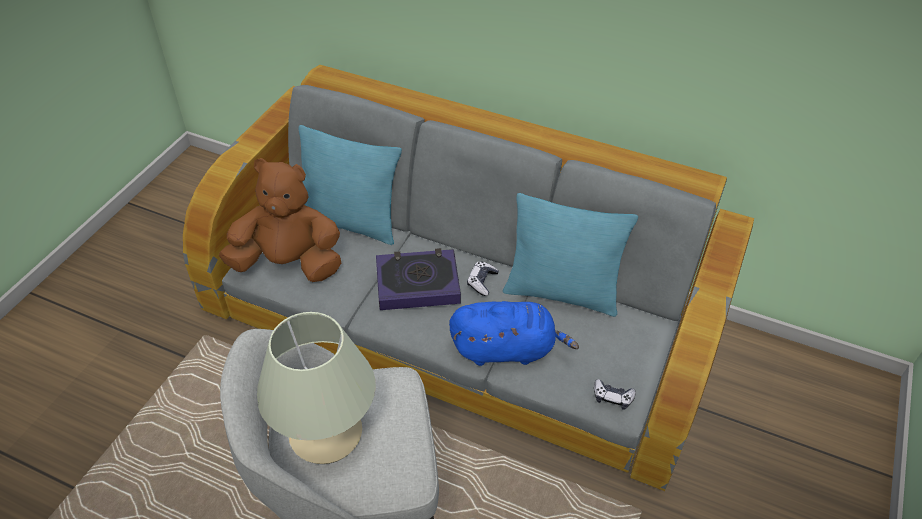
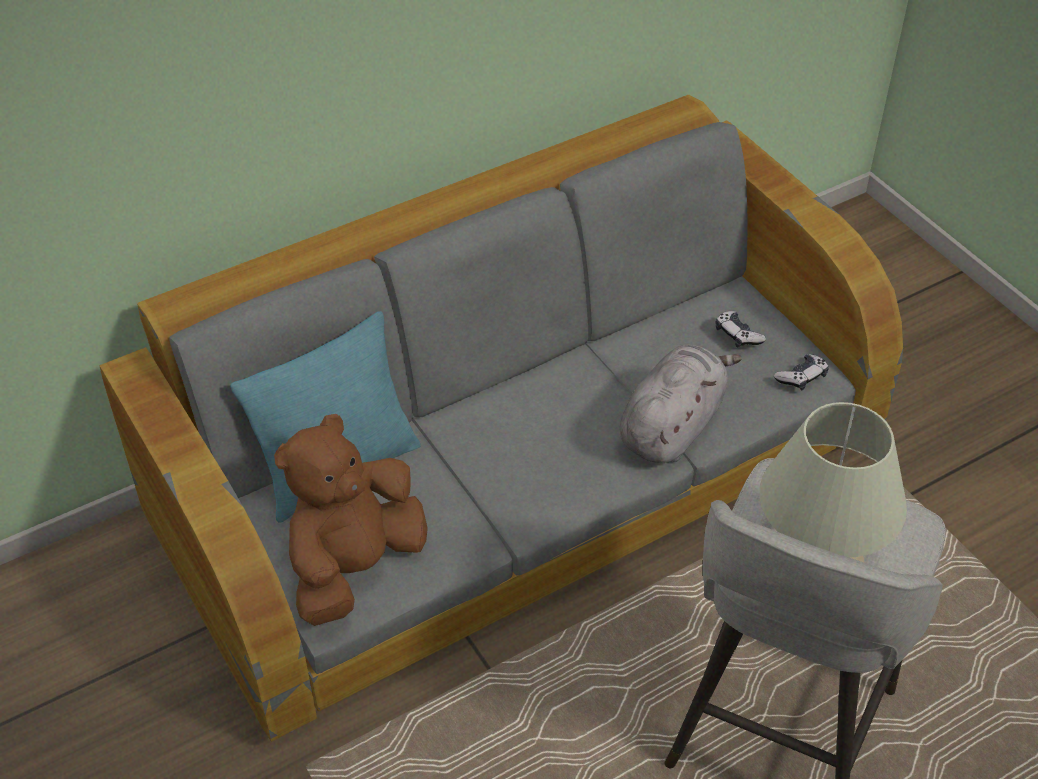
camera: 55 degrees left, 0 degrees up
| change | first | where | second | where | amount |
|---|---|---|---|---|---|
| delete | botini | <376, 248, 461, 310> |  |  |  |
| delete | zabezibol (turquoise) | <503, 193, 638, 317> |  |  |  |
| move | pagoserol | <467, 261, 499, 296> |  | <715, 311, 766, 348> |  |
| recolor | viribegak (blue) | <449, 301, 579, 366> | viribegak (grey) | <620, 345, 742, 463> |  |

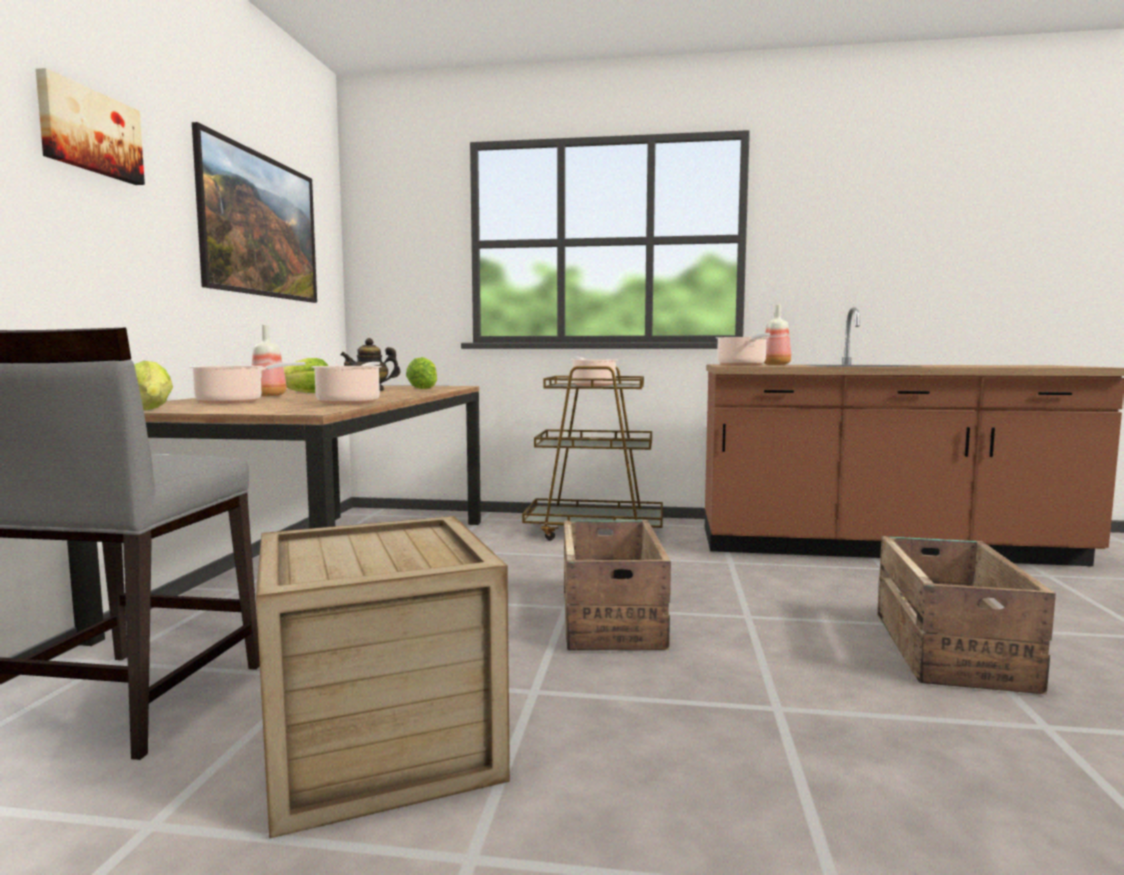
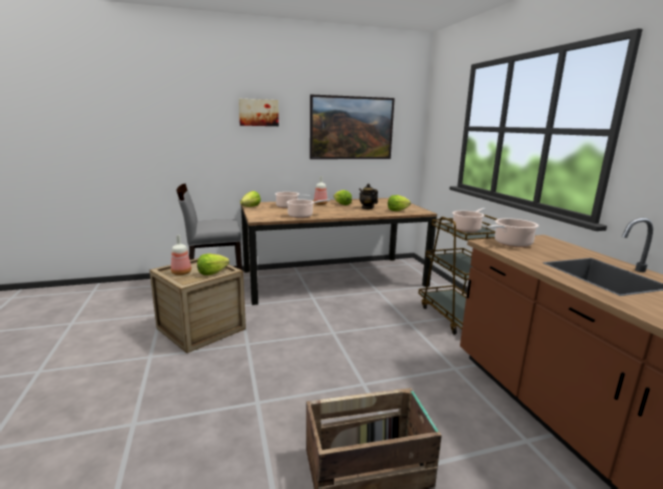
camera: 65 degrees right, 10 degrees up
| change | first | where | second | where | amount |
|---|---|---|---|---|---|
| delete | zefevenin | <564, 520, 671, 651> |  |  |  |
| insert |  |  | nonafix | <197, 254, 229, 275> |  |
| move | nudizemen | <764, 305, 791, 365> |  | <171, 235, 192, 275> |  |

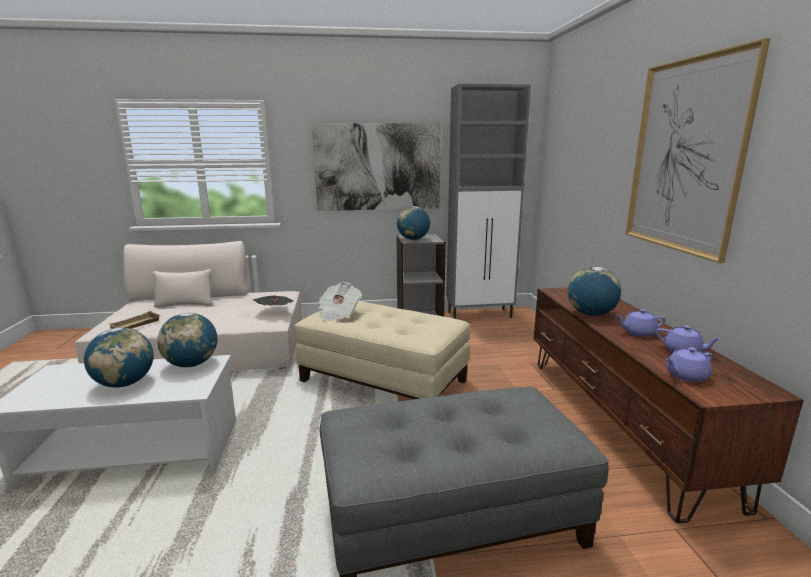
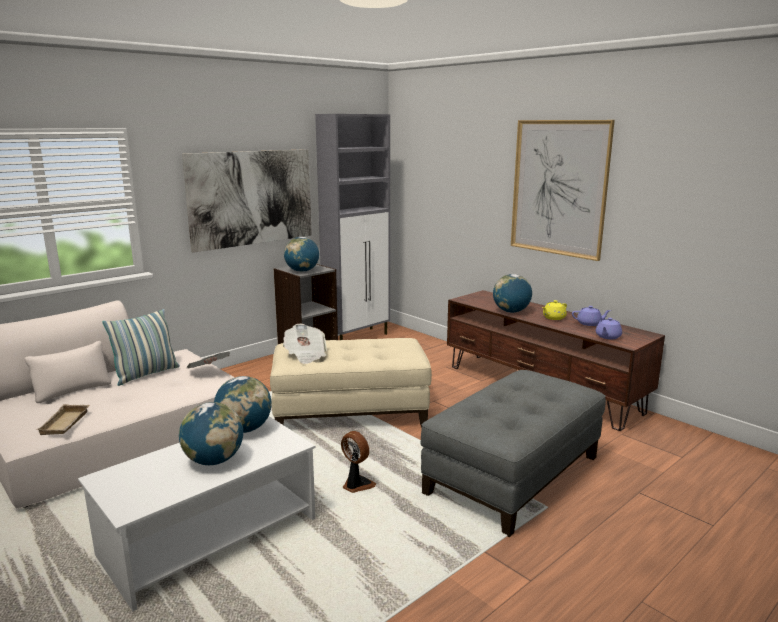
camera: 35 degrees left, 0 degrees up
| change | first | where | second | where | amount |
|---|---|---|---|---|---|
| insert |  |  | zabezibol | <102, 309, 180, 386> |  |
| insert |  |  | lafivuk | <341, 431, 376, 493> |  |
| recolor | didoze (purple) | <616, 309, 665, 337> | didoze (yellow) | <542, 300, 567, 320> |  |

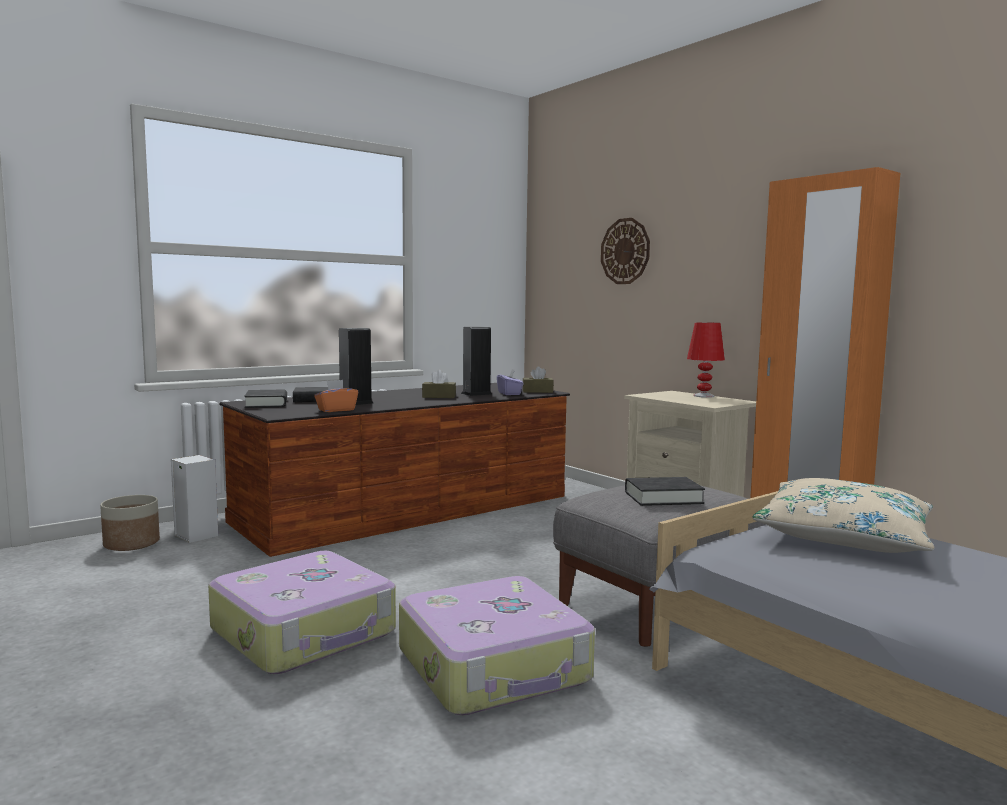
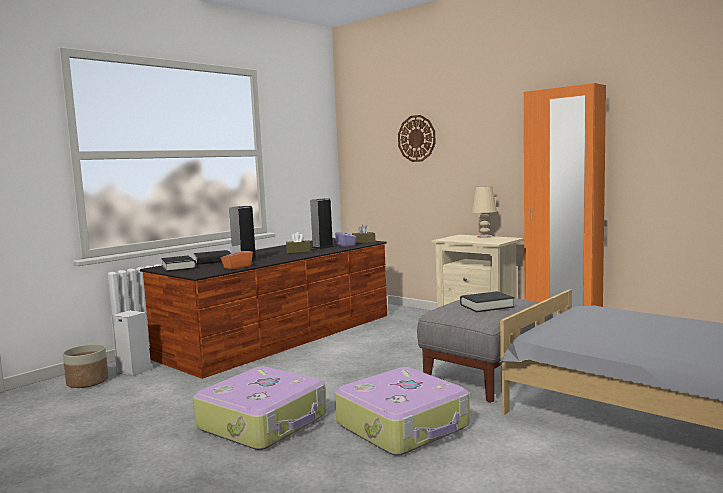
camera: 10 degrees left, 0 degrees up
| change | first | where | second | where | amount |
|---|---|---|---|---|---|
| delete | zabezibol (beige) | <753, 478, 934, 553> |  |  |  |
| recolor | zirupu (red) | <687, 322, 725, 398> | zirupu (beige) | <471, 186, 497, 238> |  |

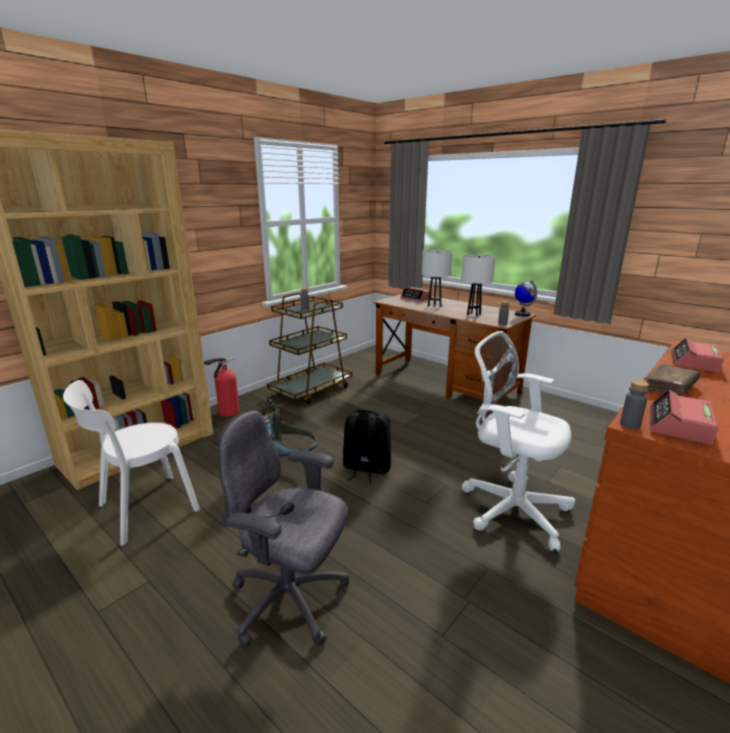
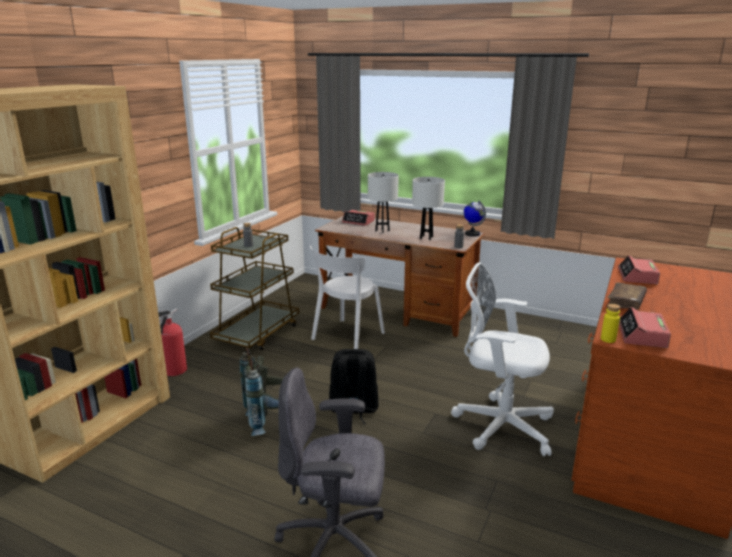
camera: 15 degrees left, 0 degrees up
| change | first | where | second | where | amount |
|---|---|---|---|---|---|
| move | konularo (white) | <63, 380, 200, 546> |  | <310, 246, 385, 349> |  |
| recolor | nudizemen (grey) | <620, 380, 649, 430> | nudizemen (yellow) | <601, 304, 620, 343> |  |

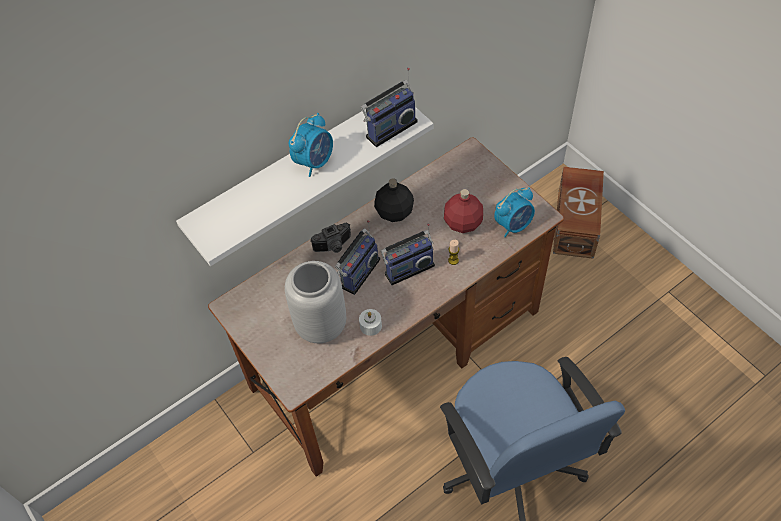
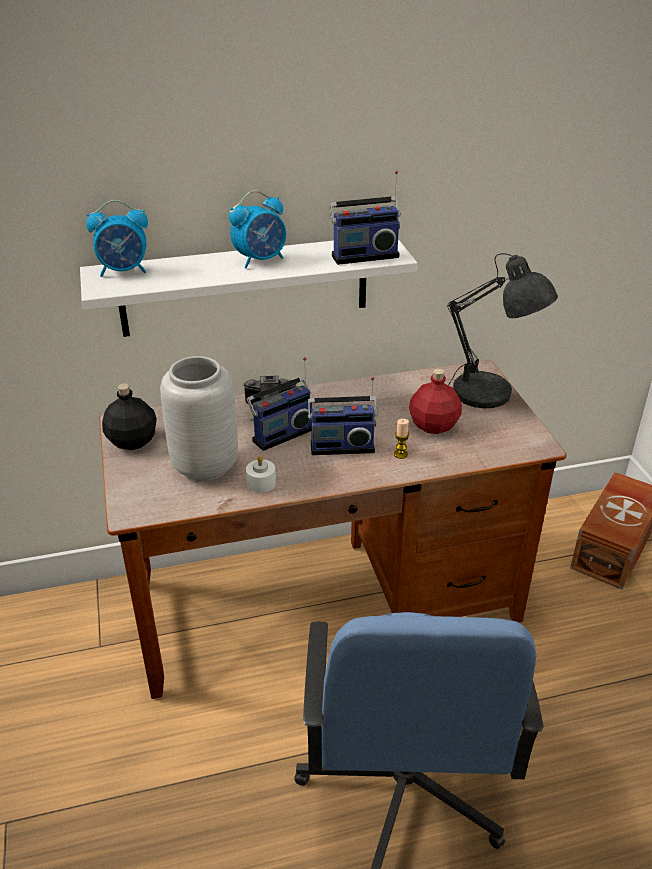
camera: 20 degrees right, 20 degrees down
| change | first | where | second | where | amount |
|---|---|---|---|---|---|
| insert |  |  | zirupu (grey) | <447, 253, 558, 408> |  |
| move | nudizemen (black) | <374, 178, 414, 222> |  | <102, 383, 157, 450> |  |
| move | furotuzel | <494, 187, 535, 237> |  | <86, 200, 148, 277> |  |

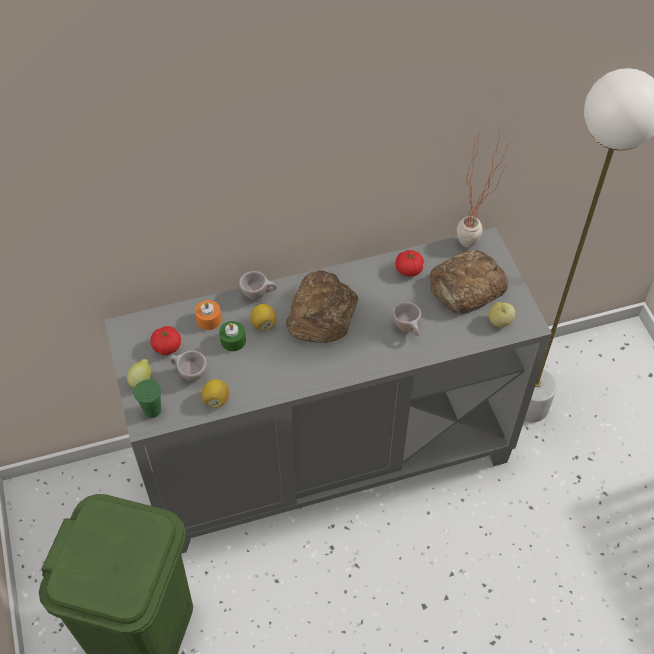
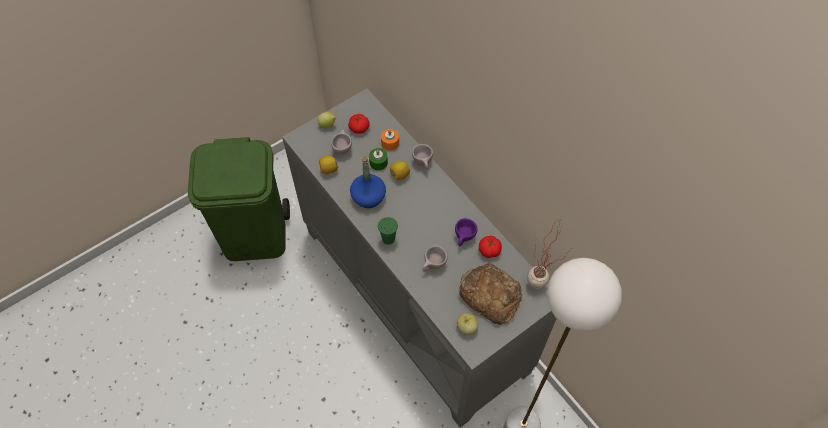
camera: 70 degrees right, 5 degrees up
| change | first | where | second | where | amount |
|---|---|---|---|---|---|
| delete | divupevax | <286, 270, 358, 343> |  |  |  |
| insert |  |  | nudizemen (blue) | <350, 156, 386, 208> |  |
| insert |  |  | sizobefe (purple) | <455, 218, 478, 246> |  |
| move | sizobefe (green) | <134, 380, 161, 418> |  | <378, 217, 398, 245> |  |

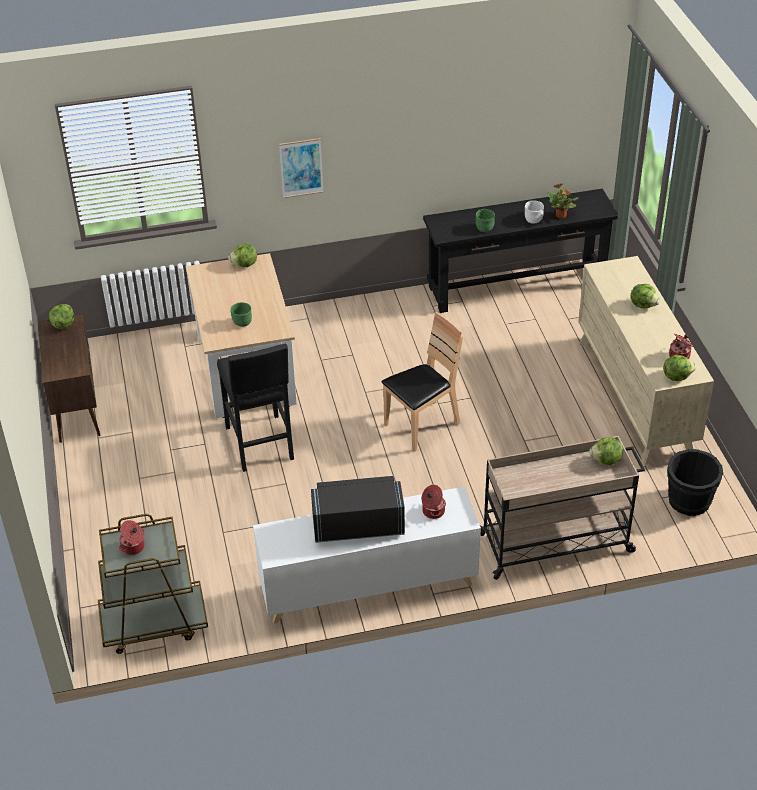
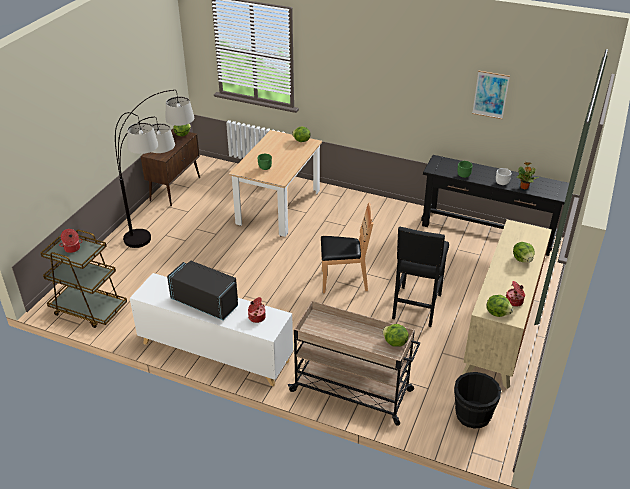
camera: 35 degrees right, 5 degrees down
| change | first | where | second | where | amount |
|---|---|---|---|---|---|
| insert |  |  | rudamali | <115, 90, 194, 248> |  |
| move | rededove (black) | <217, 343, 294, 472> |  | <392, 226, 449, 327> |  |
| move | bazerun | <279, 138, 324, 198> |  | <472, 71, 510, 119> |  |

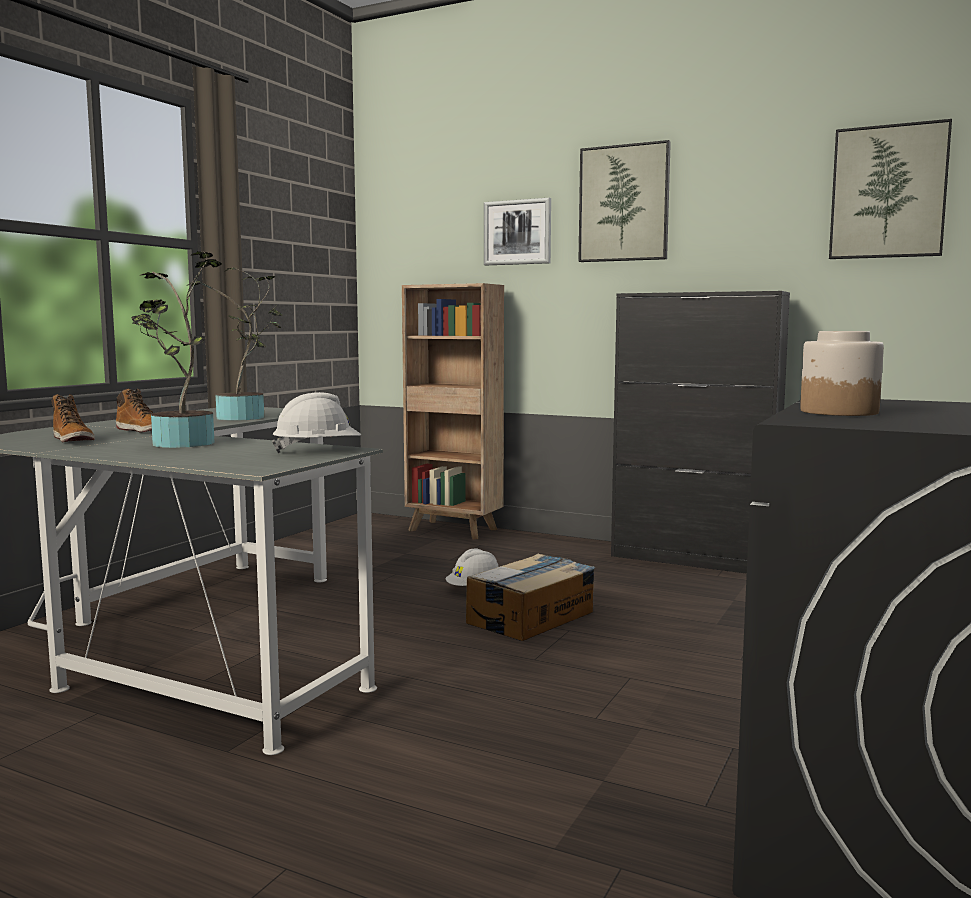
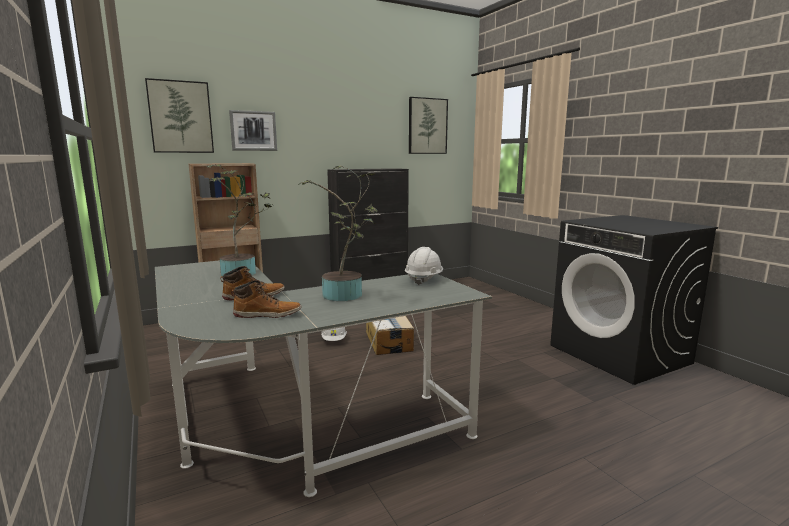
camera: 55 degrees left, 5 degrees up
| change | first | where | second | where | amount |
|---|---|---|---|---|---|
| delete | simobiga | <800, 331, 884, 416> |  |  |  |
| move | bazerun | <578, 140, 671, 262> |  | <145, 78, 214, 153> |  |

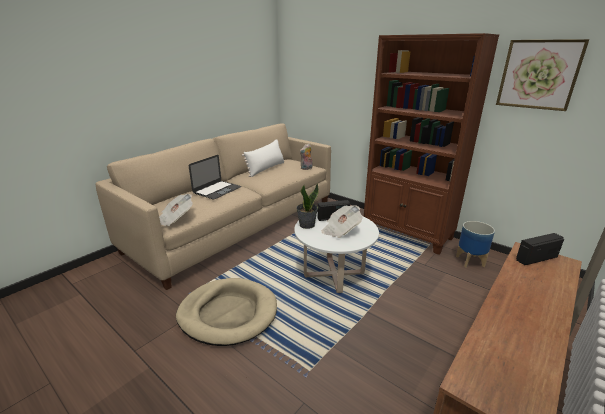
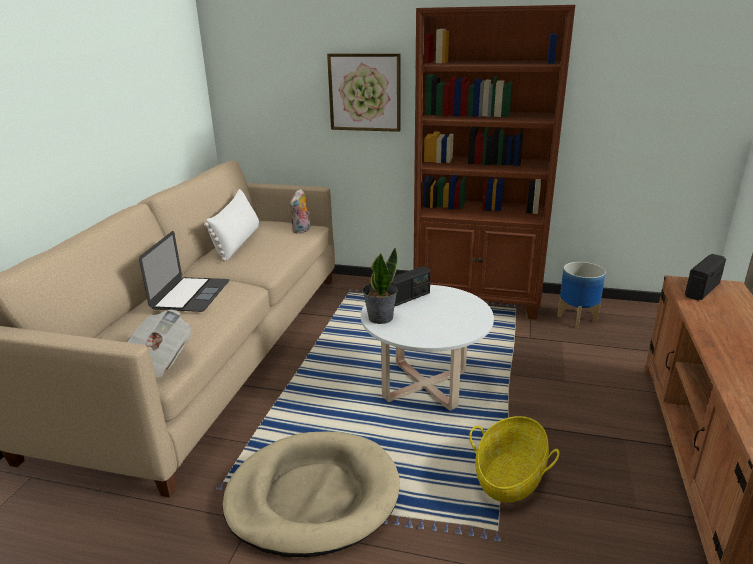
camera: 25 degrees left, 0 degrees up
| change | first | where | second | where | amount |
|---|---|---|---|---|---|
| delete | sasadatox | <322, 205, 363, 238> |  |  |  |
| insert |  |  | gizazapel | <469, 416, 560, 503> |  |
| move | bazerun | <496, 39, 589, 111> |  | <327, 53, 401, 132> |  |

